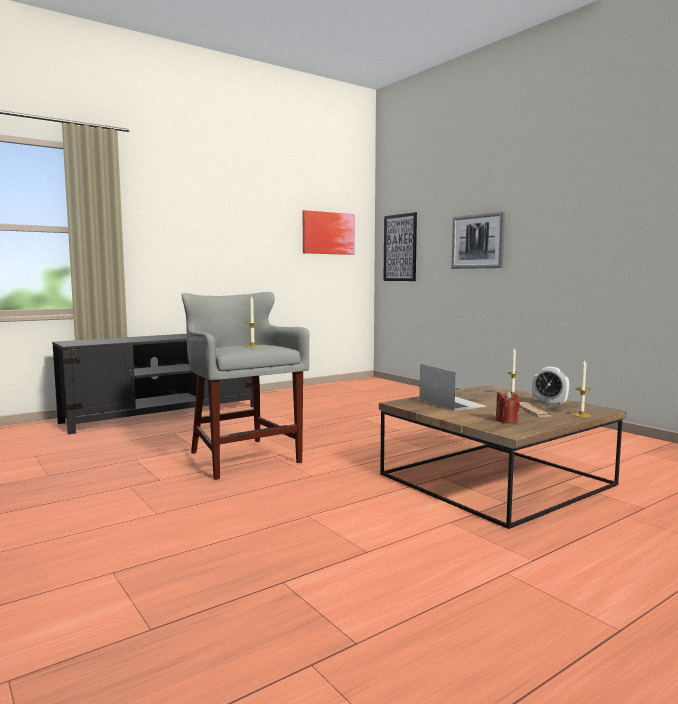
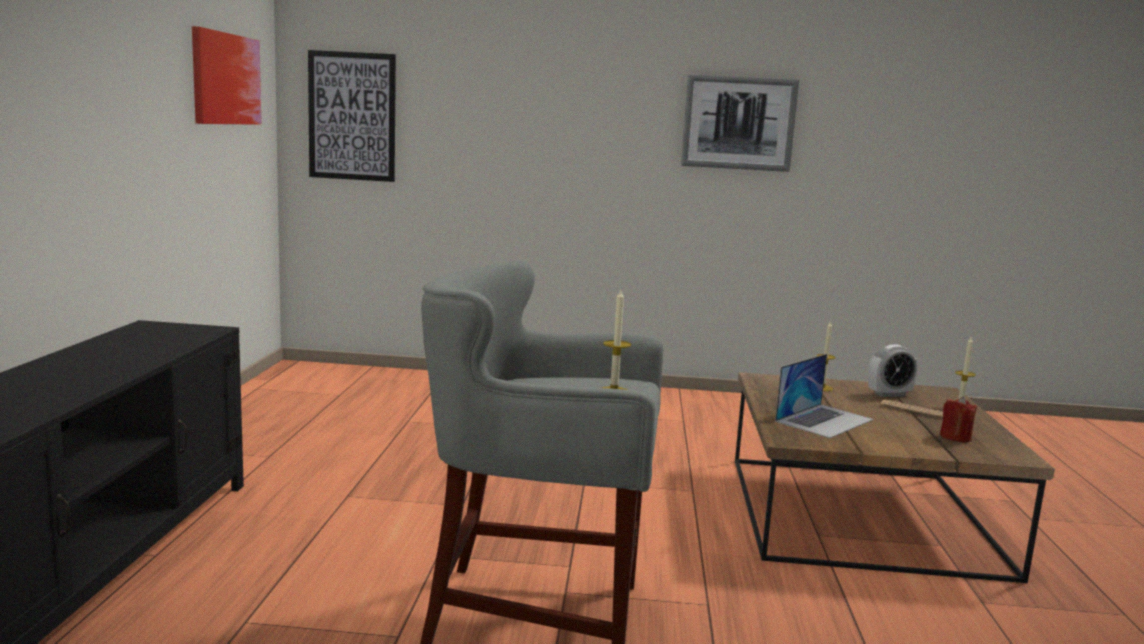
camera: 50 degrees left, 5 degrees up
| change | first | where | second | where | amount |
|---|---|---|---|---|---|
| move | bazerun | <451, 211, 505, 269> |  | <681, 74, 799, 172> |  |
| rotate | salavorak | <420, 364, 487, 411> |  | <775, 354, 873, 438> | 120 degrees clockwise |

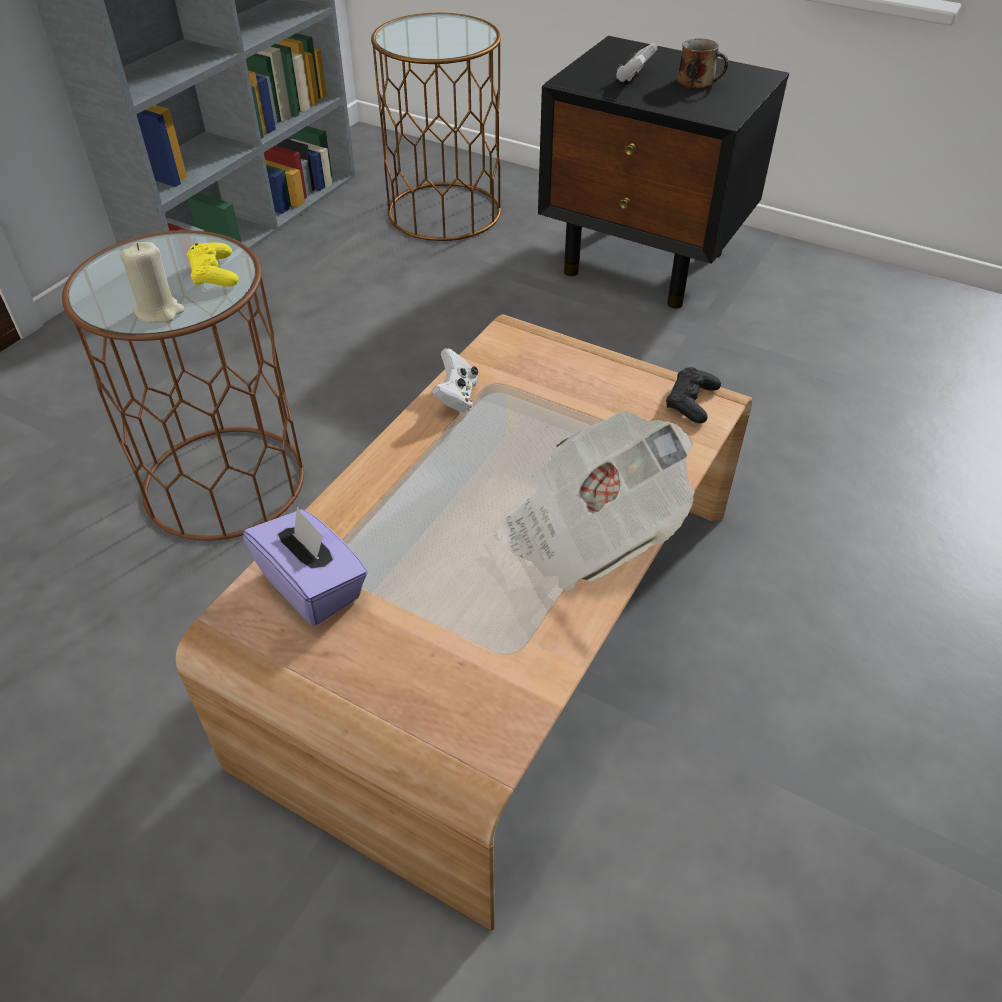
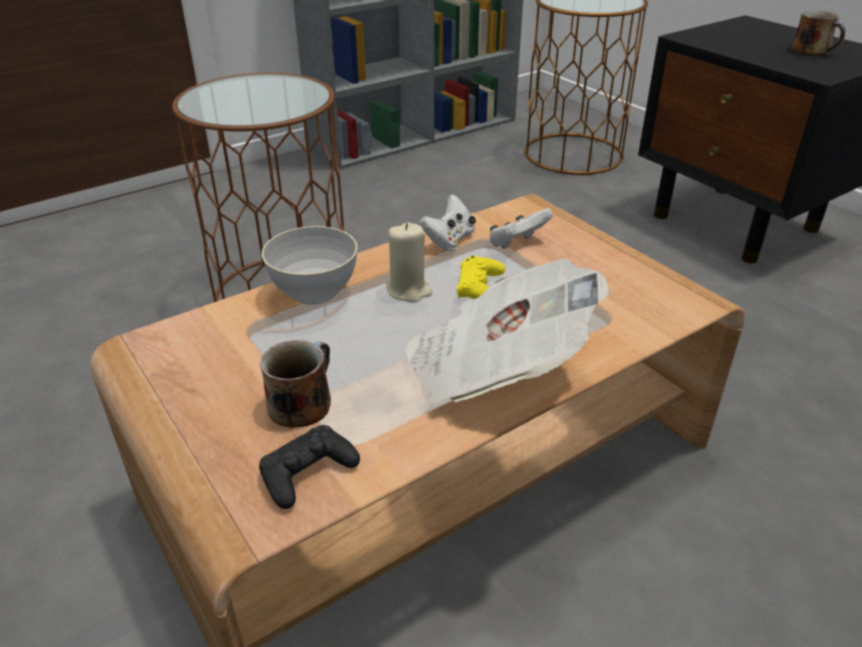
camera: 25 degrees right, 10 degrees down
| change | first | where | second | where | amount |
|---|---|---|---|---|---|
| delete | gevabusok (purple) | <243, 506, 368, 626> |  |  |  |
| insert |  |  | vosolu | <260, 340, 331, 428> |  |
| insert |  |  | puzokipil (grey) | <262, 226, 358, 305> |  |
| move | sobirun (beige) | <120, 242, 185, 323> |  | <386, 223, 432, 303> |  |
| move | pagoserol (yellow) | <187, 242, 239, 287> |  | <457, 256, 505, 299> |  |
| move | pagoserol (white) | <616, 43, 658, 82> |  | <490, 208, 553, 249> |  |
| move | pagoserol (black) | <666, 367, 721, 423> |  | <259, 425, 360, 509> |  |

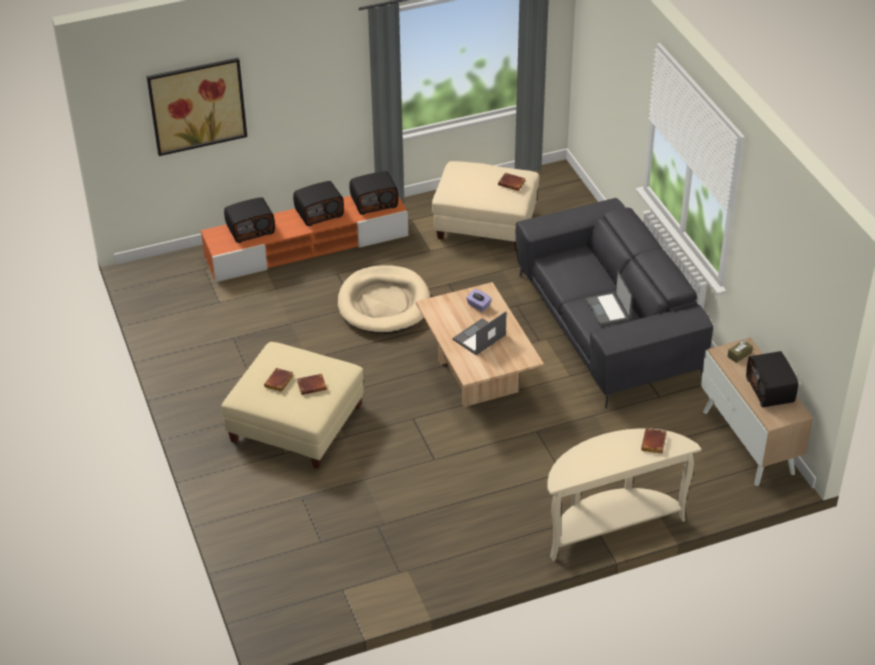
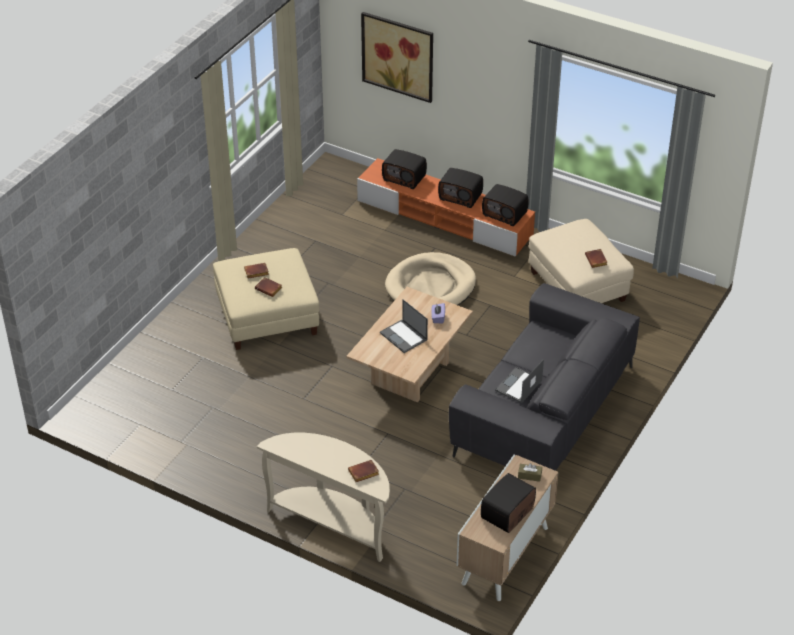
camera: 50 degrees right, 0 degrees up
| change | first | where | second | where | amount |
|---|---|---|---|---|---|
| rotate | salavorak | <453, 311, 507, 355> |  | <380, 299, 428, 353> | 135 degrees counterclockwise |

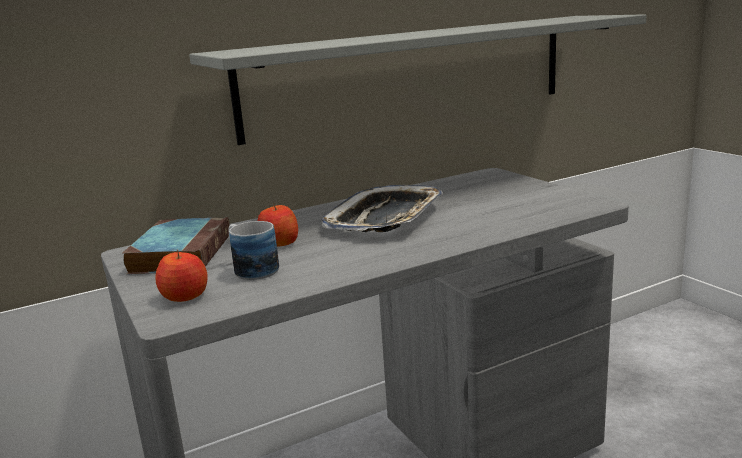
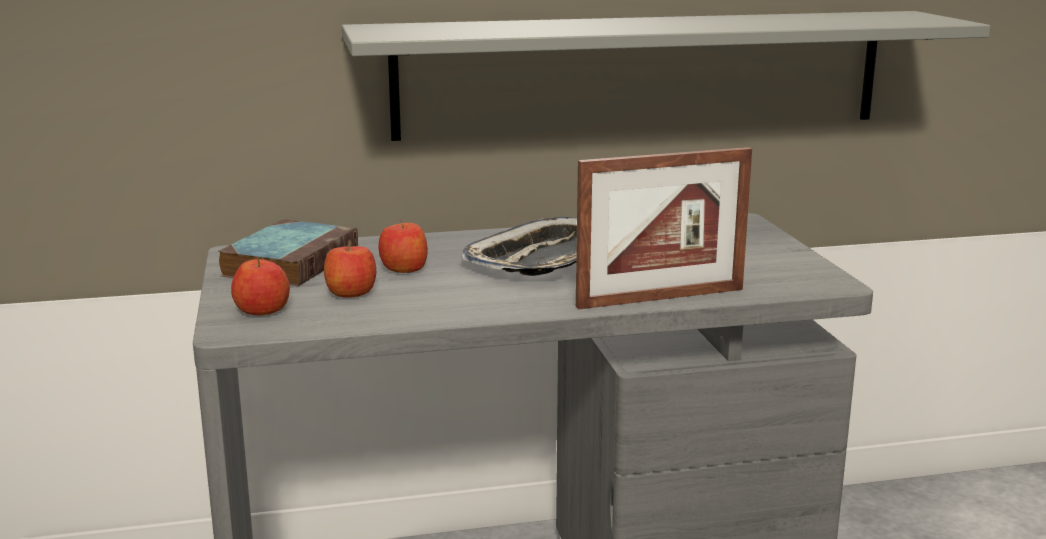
camera: 15 degrees right, 0 degrees up
| change | first | where | second | where | amount |
|---|---|---|---|---|---|
| insert |  |  | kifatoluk | <576, 147, 752, 309> |  |
| replace | vosolu | <228, 221, 279, 280> | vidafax | <324, 240, 376, 298> |  |

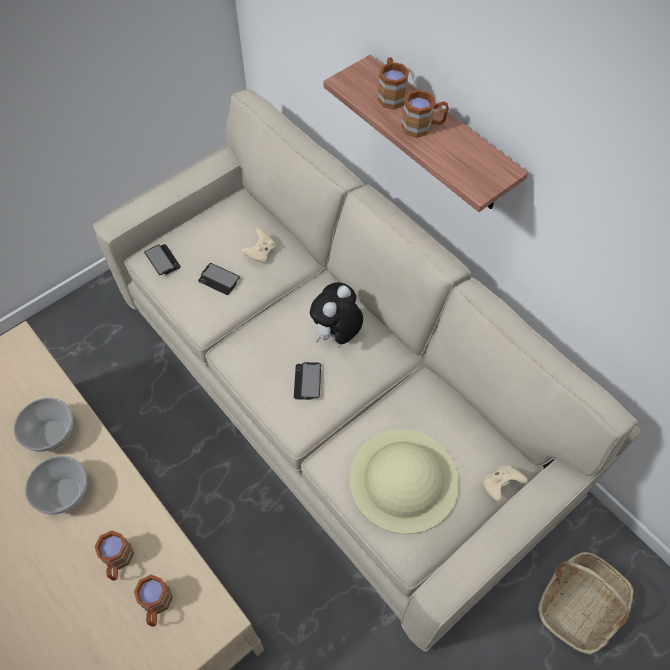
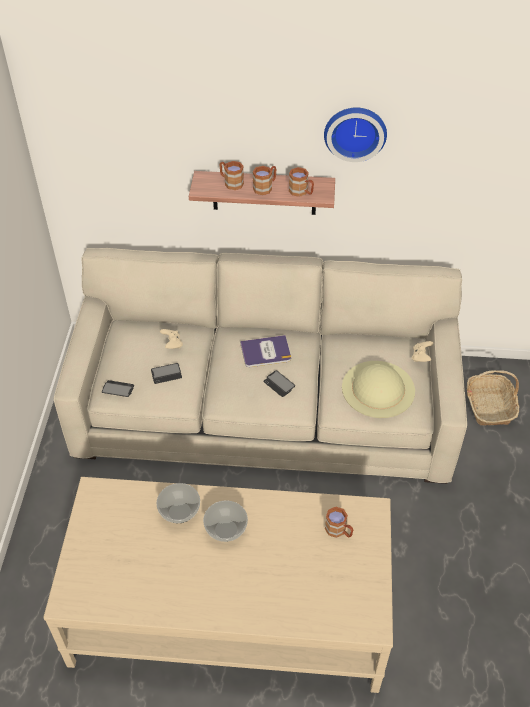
camera: 45 degrees left, 10 degrees down
| change | first | where | second | where | amount |
|---|---|---|---|---|---|
| insert |  |  | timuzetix | <324, 107, 387, 162> |  |
| move | vosolu (brown) | <95, 530, 134, 581> |  | <289, 167, 314, 197> |  |
| replace | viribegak | <310, 282, 363, 344> | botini | <240, 335, 291, 367> |  |

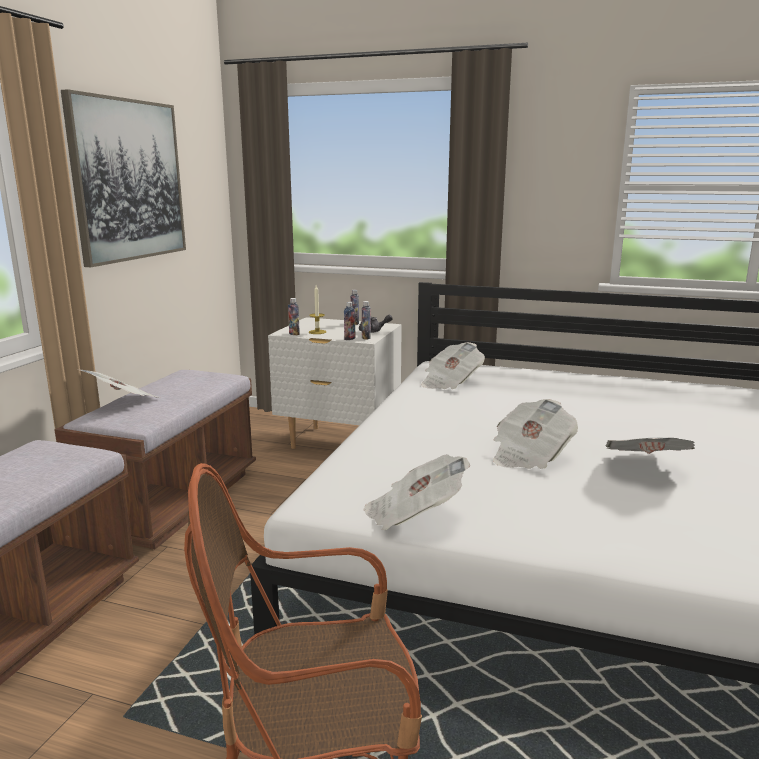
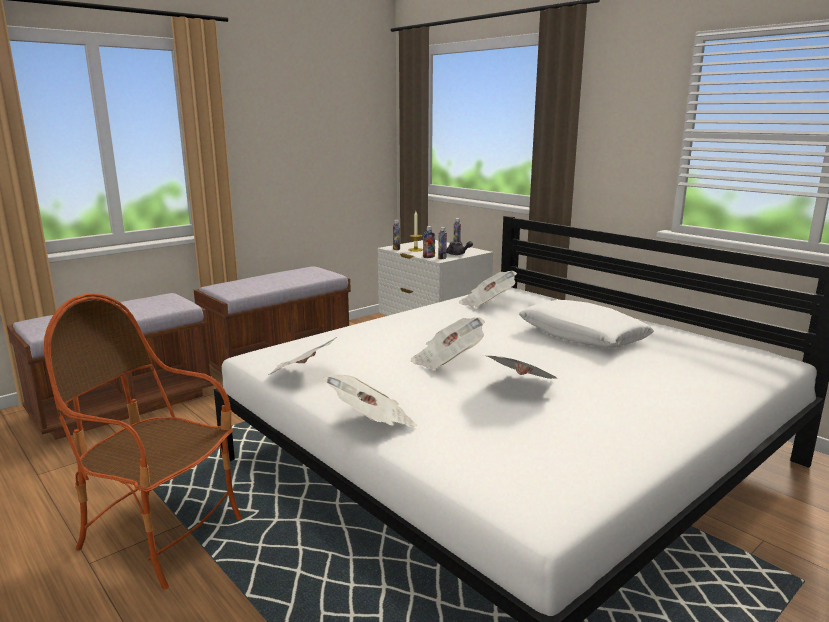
camera: 30 degrees right, 0 degrees up
| change | first | where | second | where | amount |
|---|---|---|---|---|---|
| delete | bazerun | <61, 89, 186, 267> |  |  |  |
| insert |  |  | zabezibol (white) | <519, 300, 654, 348> |  |
| move | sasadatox | <80, 370, 157, 397> |  | <323, 375, 417, 426> |  |

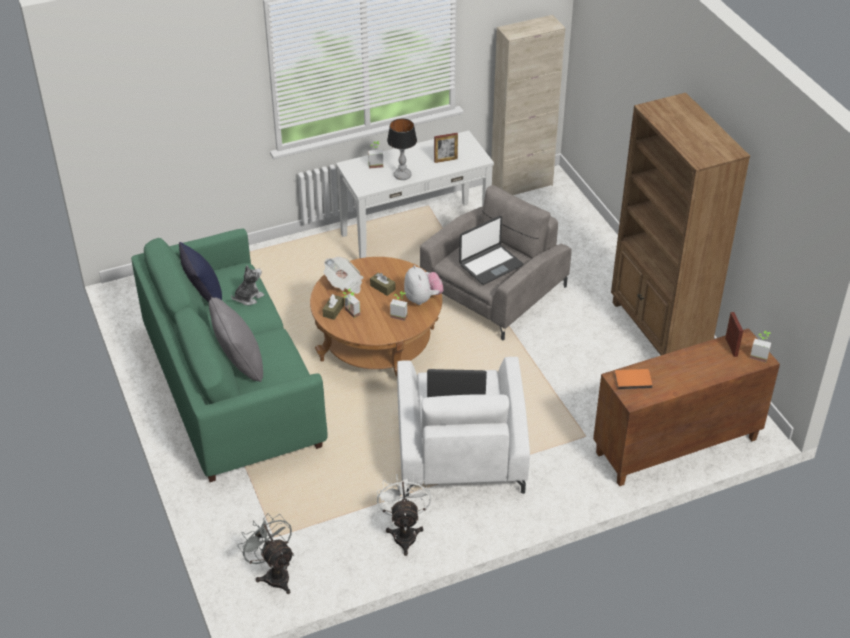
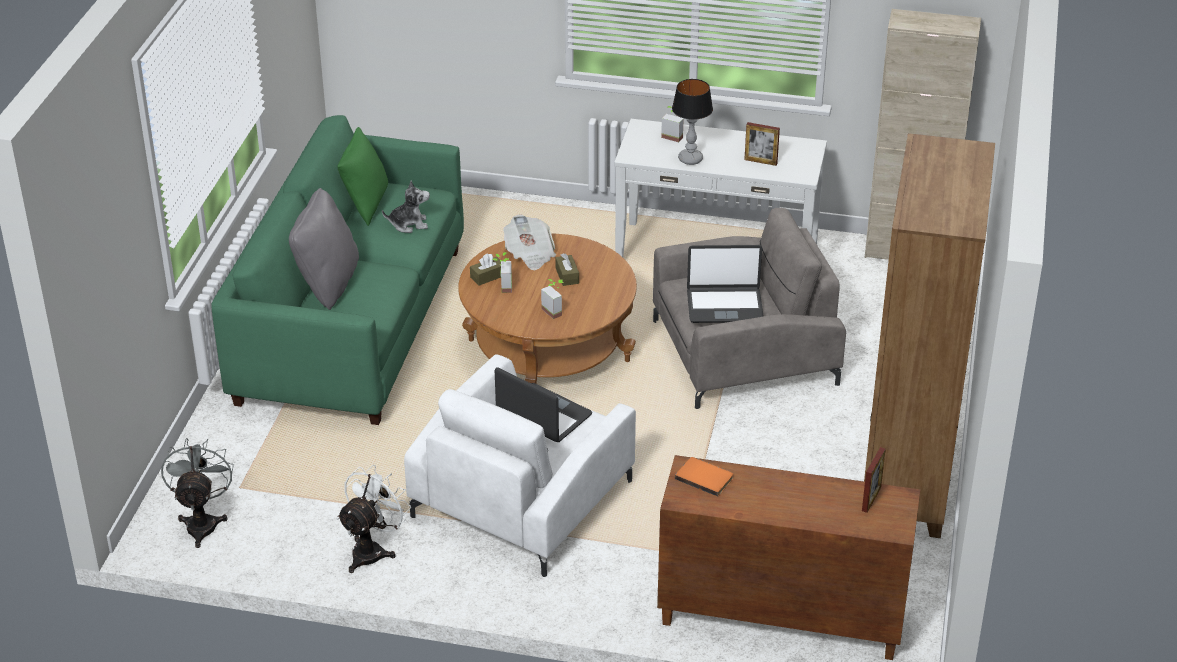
camera: 35 degrees right, 5 degrees down
| change | first | where | second | where | amount |
|---|---|---|---|---|---|
| delete | viribegak | <404, 265, 444, 305> |  |  |  |
| delete | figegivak | <750, 331, 771, 362> |  |  |  |
| recolor | zabezibol (blue) | <179, 242, 222, 302> | zabezibol (green) | <338, 127, 388, 226> |  |

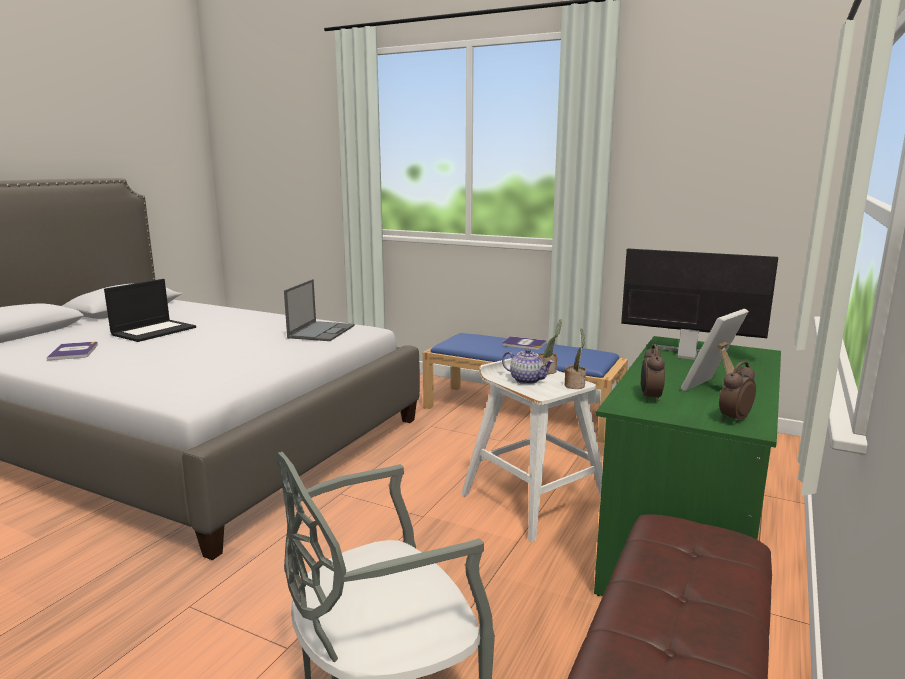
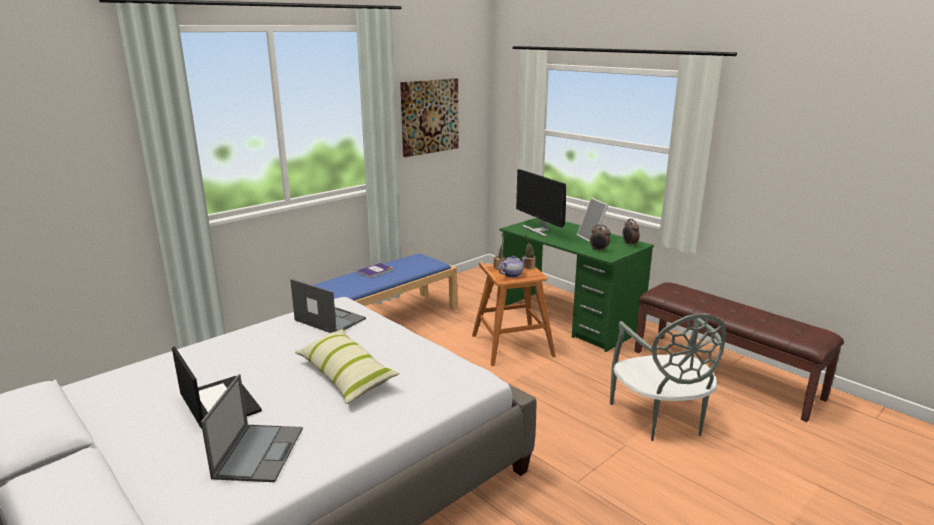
camera: 70 degrees left, 5 degrees up
| change | first | where | second | where | amount |
|---|---|---|---|---|---|
| insert |  |  | zabezibol | <295, 329, 400, 404> |  |
| insert |  |  | bazerun | <400, 78, 459, 157> |  |
| replace | botini | <47, 342, 98, 360> | salavorak | <201, 374, 303, 482> |  |
| recolor | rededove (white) | <461, 358, 603, 543> | rededove (brown) | <472, 262, 556, 366> |  |
| rotate | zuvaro | <621, 249, 778, 360> |  | <516, 169, 566, 237> | 75 degrees counterclockwise |

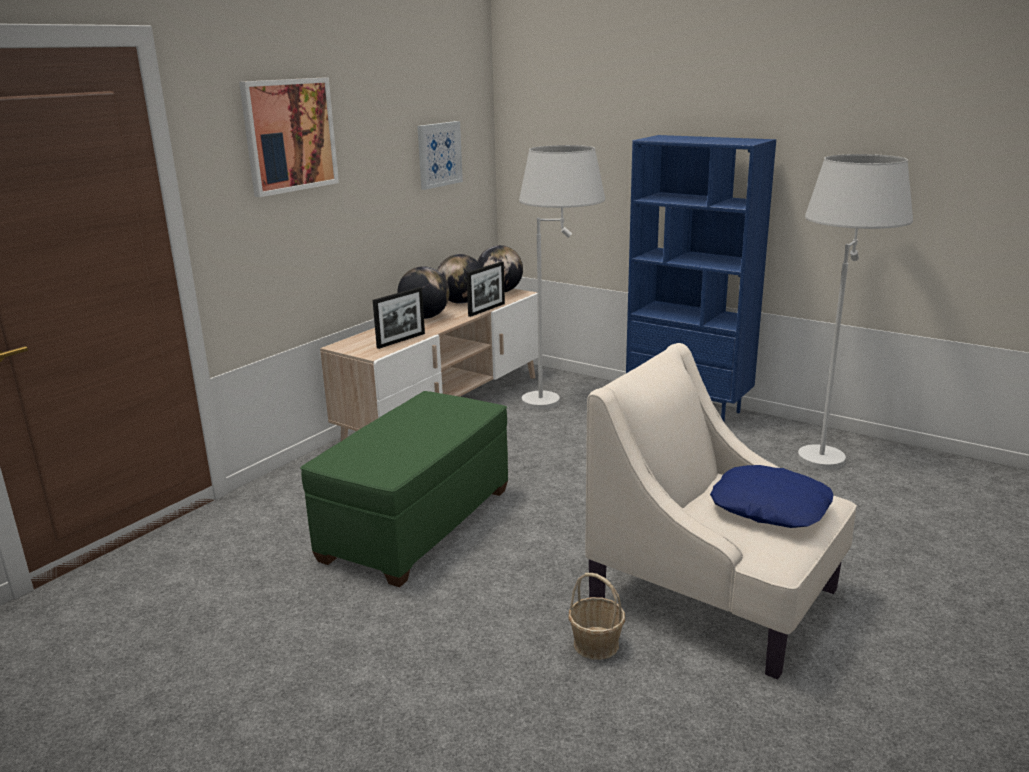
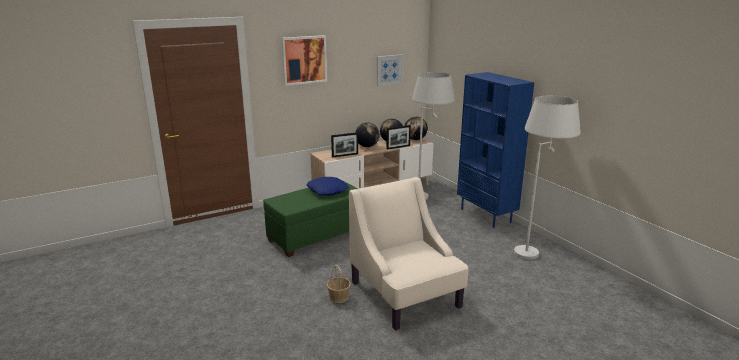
camera: 25 degrees right, 0 degrees up
| change | first | where | second | where | amount |
|---|---|---|---|---|---|
| move | zabezibol (blue) | <710, 465, 833, 528> |  | <307, 177, 349, 196> |  |

